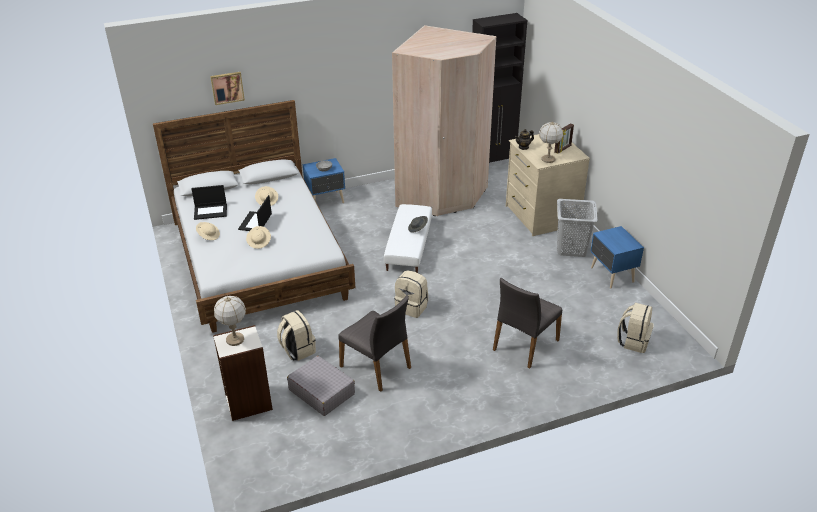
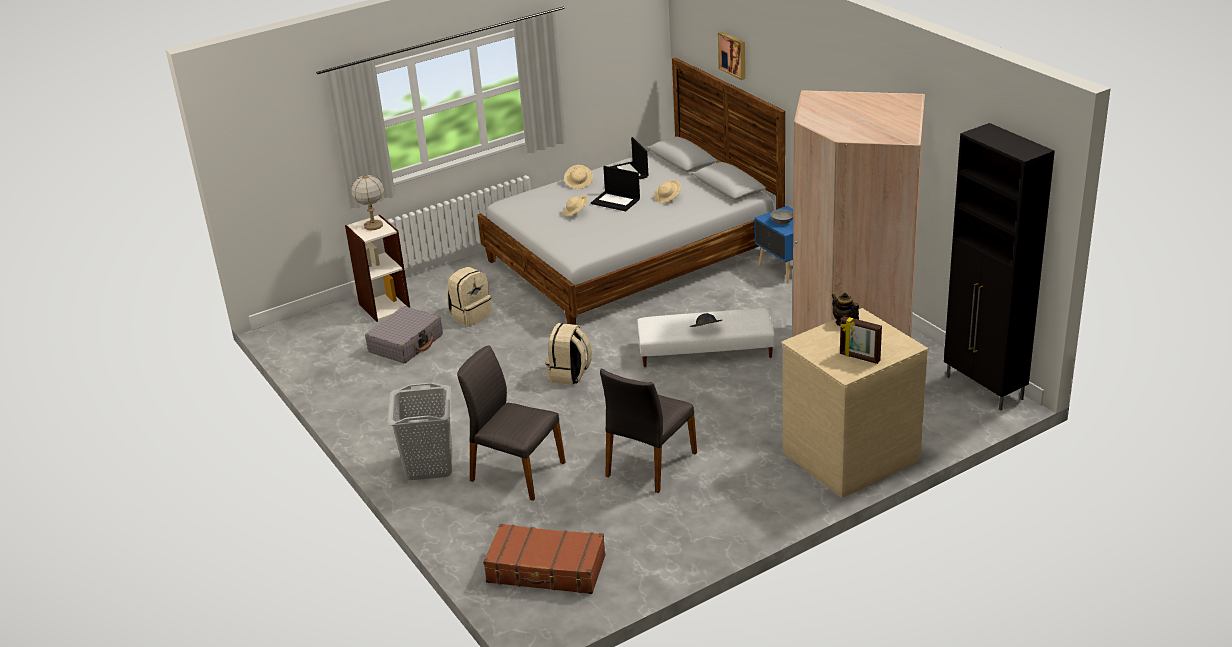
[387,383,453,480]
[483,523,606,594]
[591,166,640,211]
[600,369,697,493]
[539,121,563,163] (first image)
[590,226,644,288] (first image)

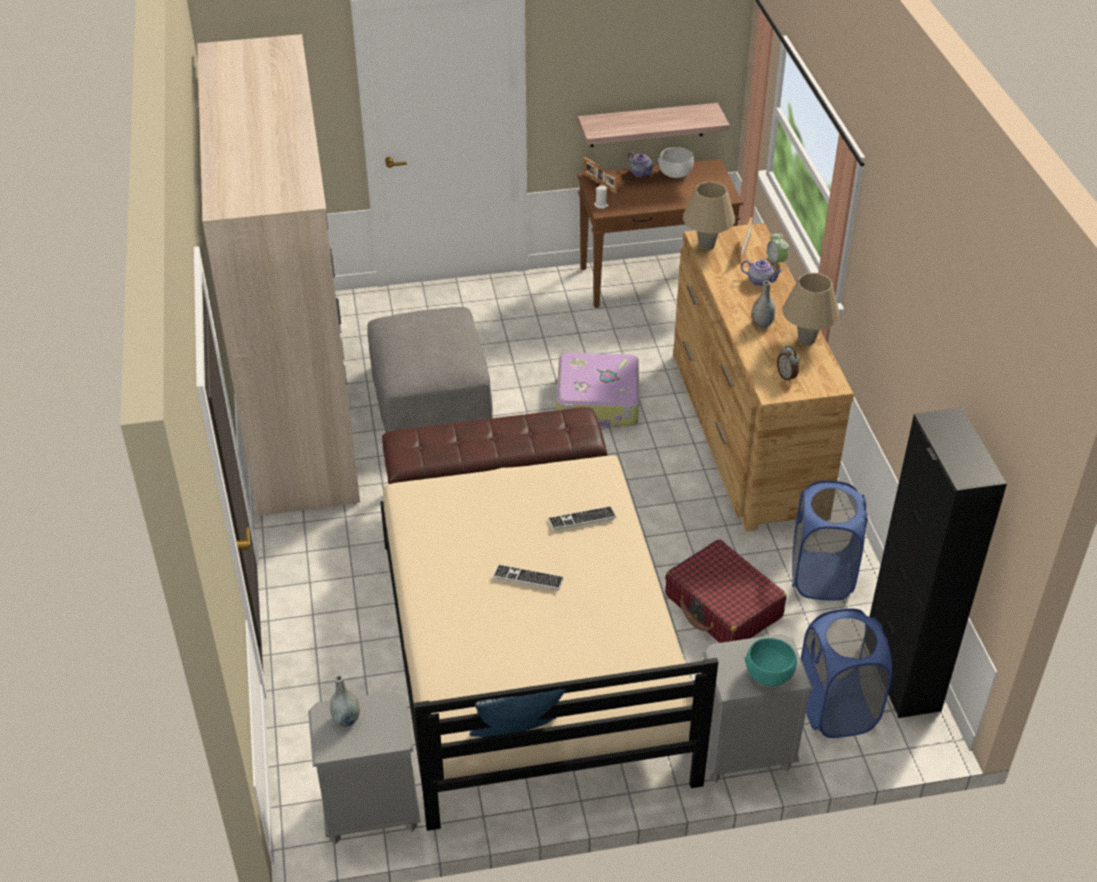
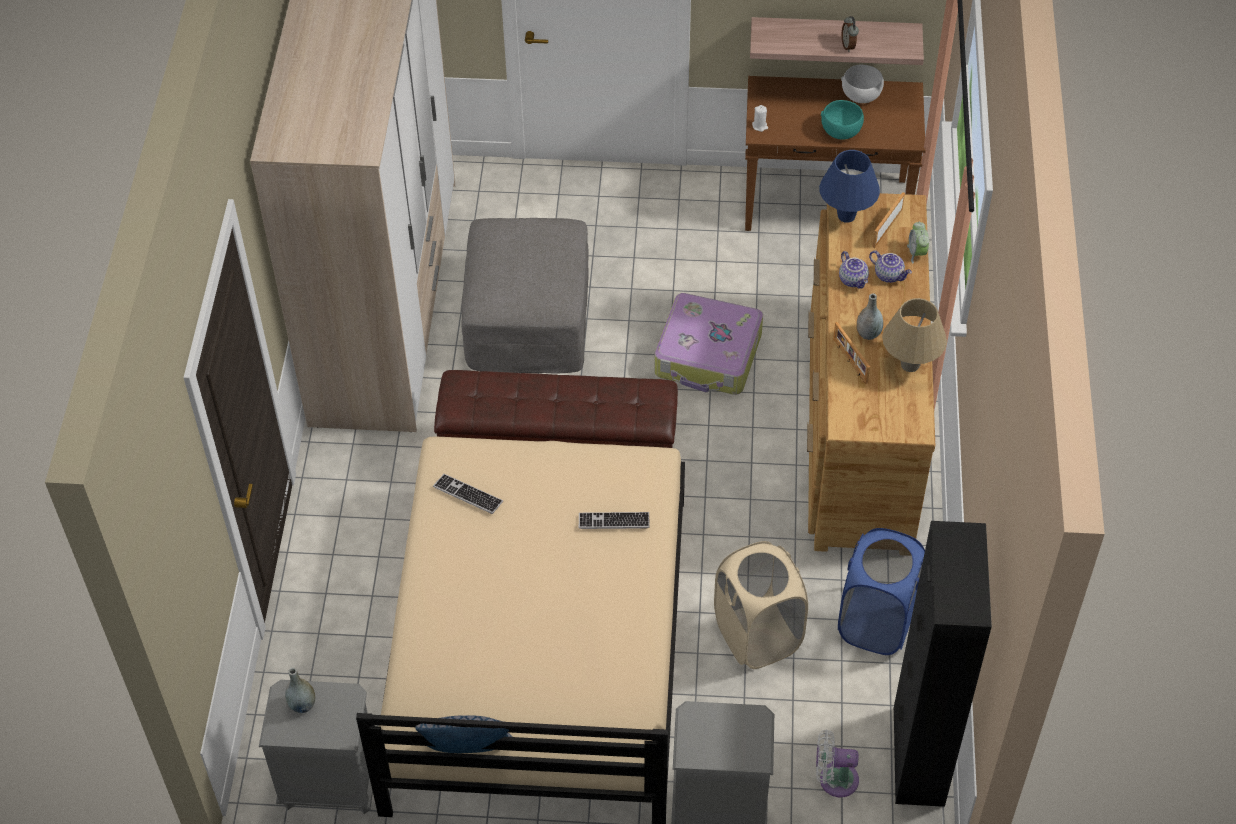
[433,474,503,514]
[714,541,808,669]
[816,730,859,797]
[819,150,880,223]
[821,100,864,140]
[833,322,870,384]
[839,251,869,289]
[842,16,859,52]

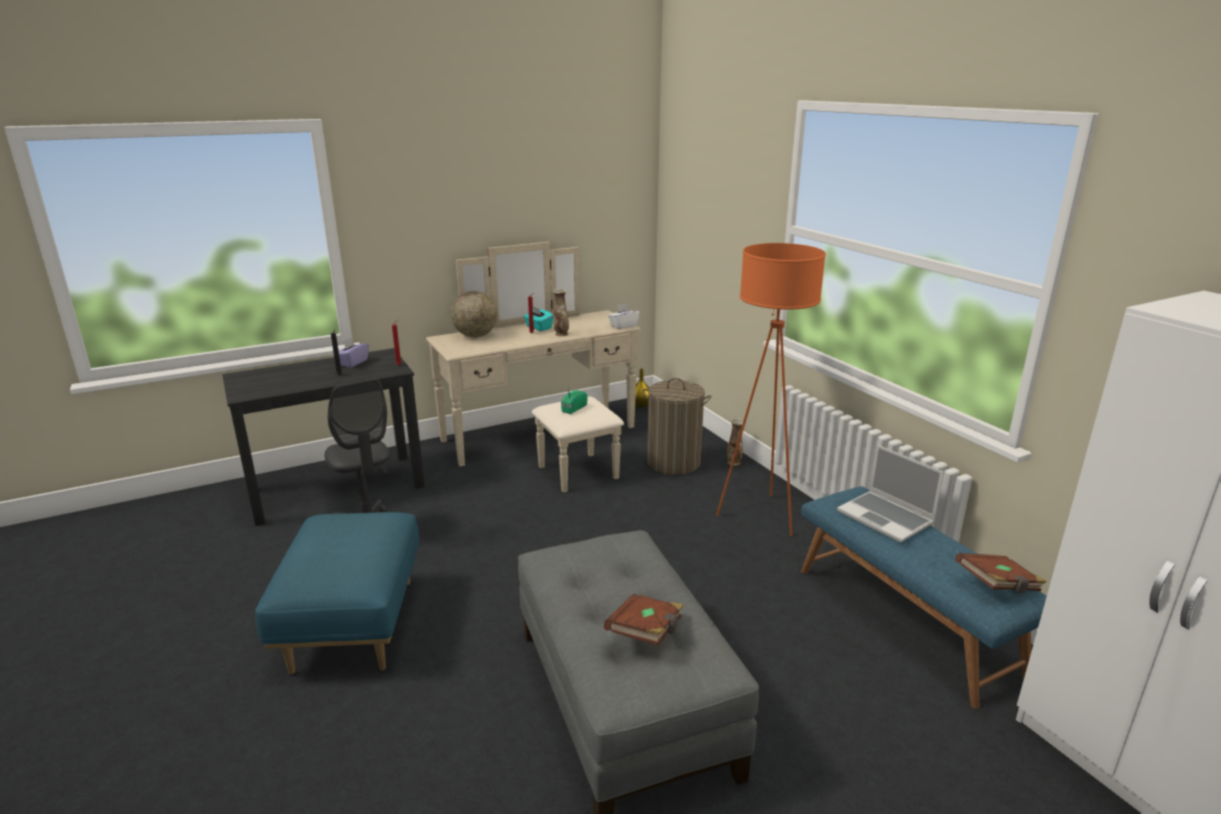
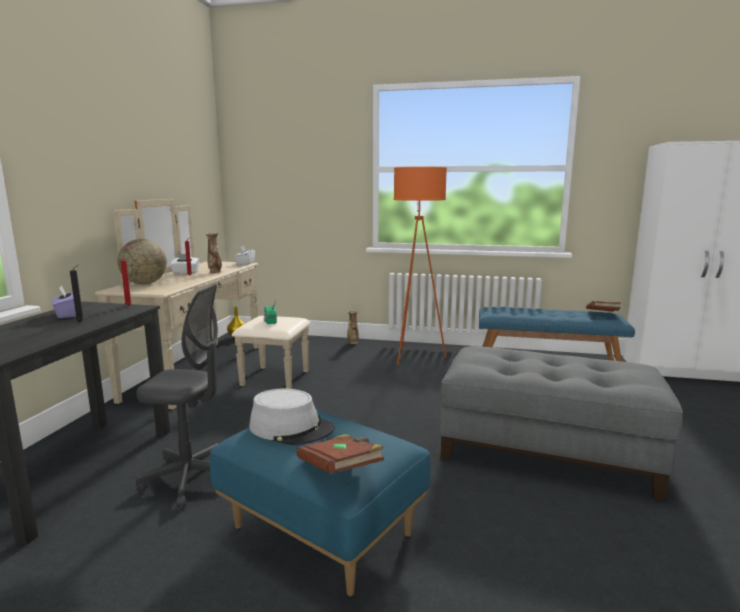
[170,254,199,274]
[249,389,335,445]
[296,434,384,474]
[642,378,712,475] (first image)
[837,445,944,542] (first image)

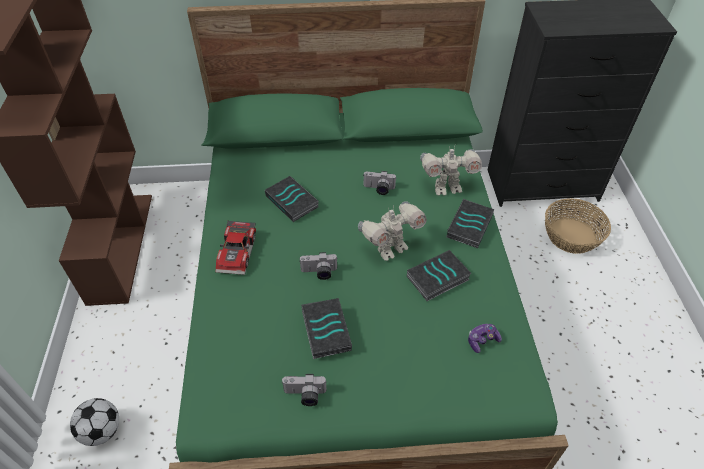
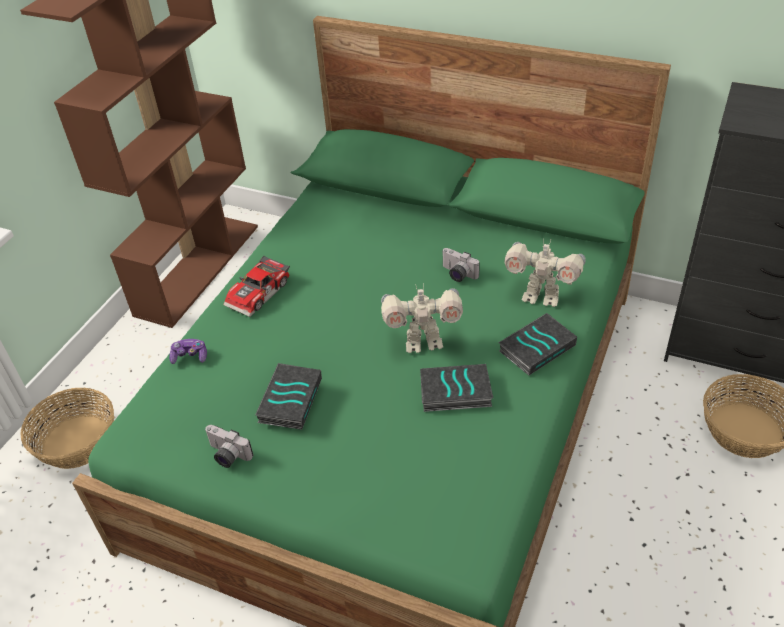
[20,388,114,469]
[169,339,207,364]
[265,176,319,222] (first image)
[300,252,338,280] (first image)

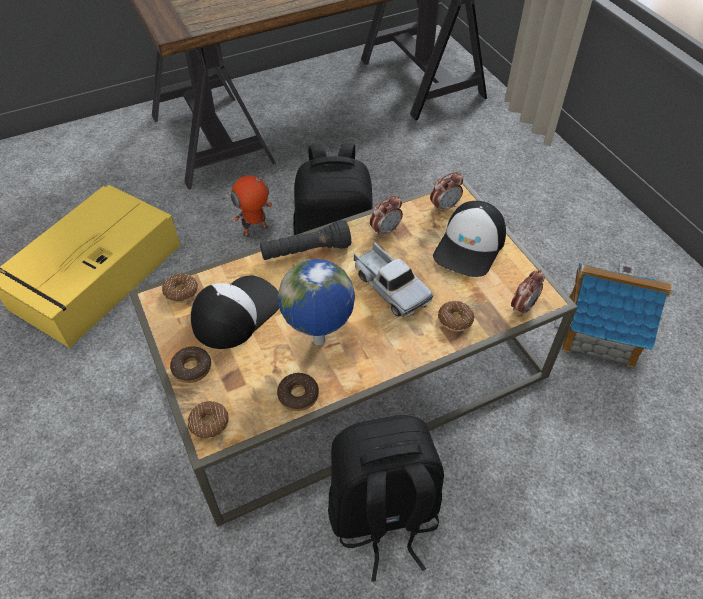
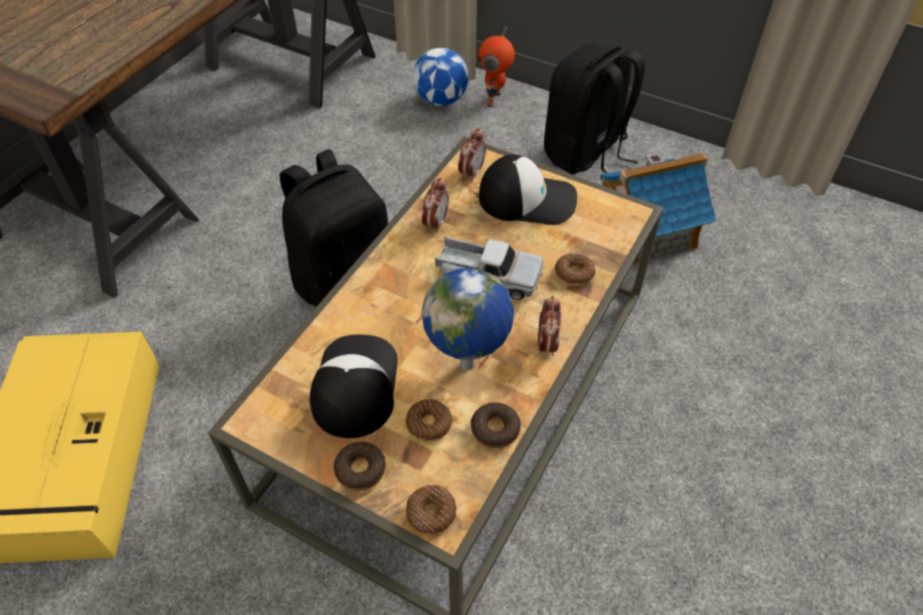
[405,399,453,442]
[413,48,469,106]
[478,26,515,108]
[479,154,577,225]
[538,296,561,356]
[544,43,645,175]
[260,220,351,260] (first image)

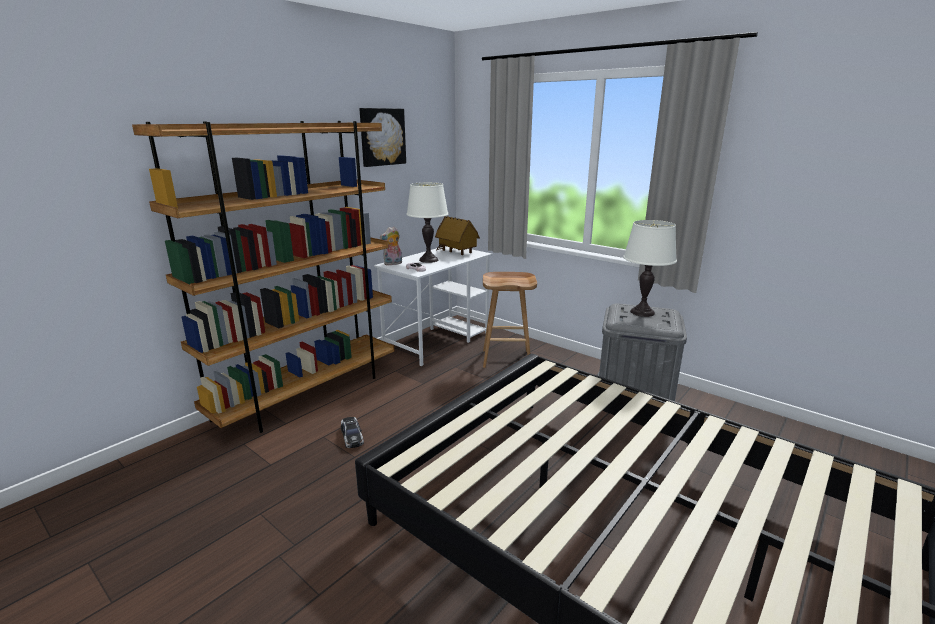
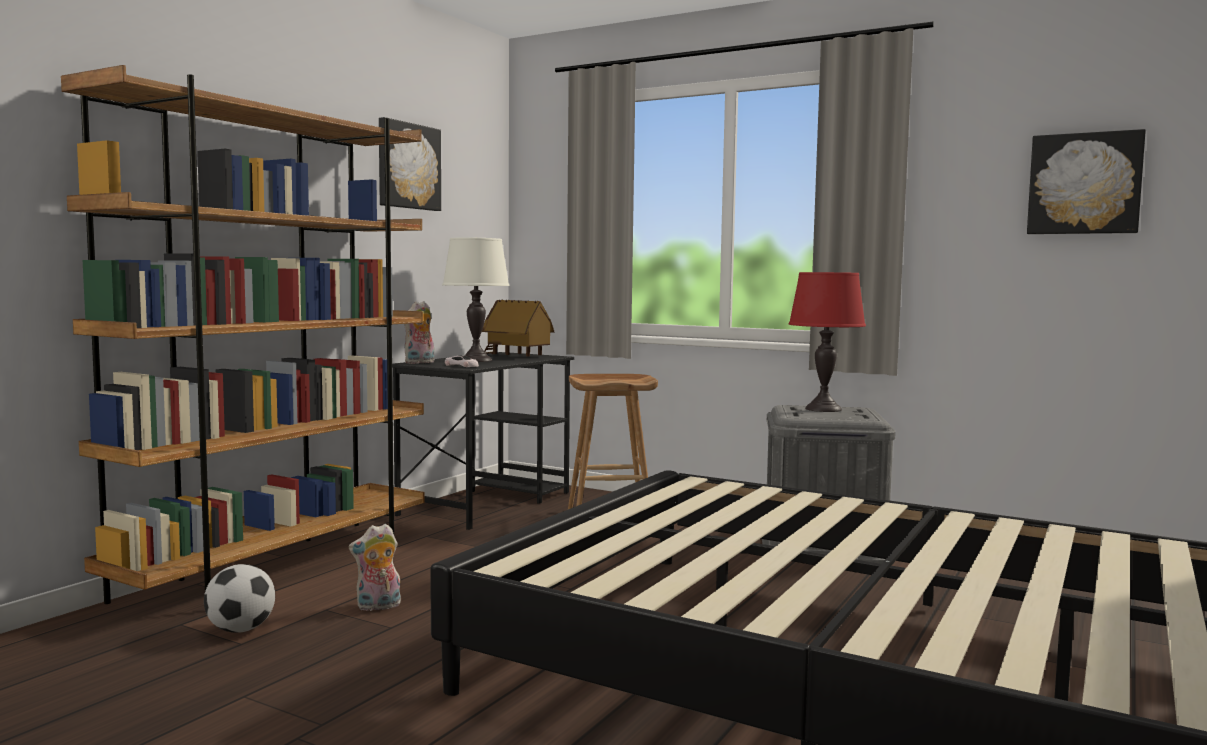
[204,564,275,633]
[349,524,401,611]
[392,352,574,530]
[789,272,866,412]
[1027,129,1146,234]

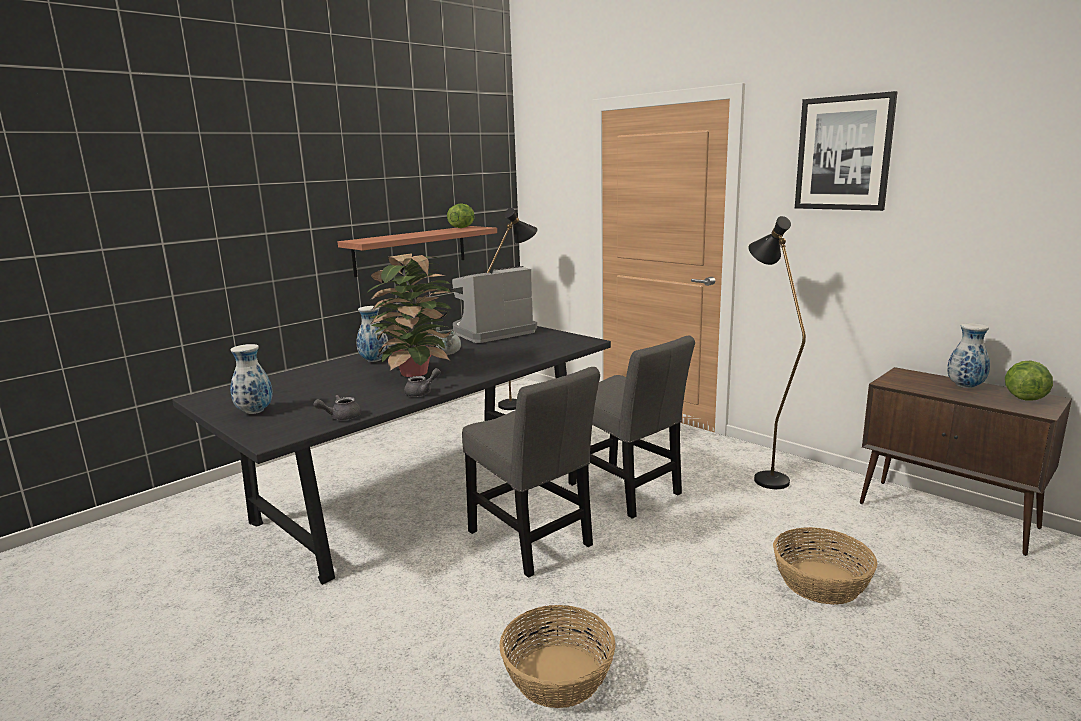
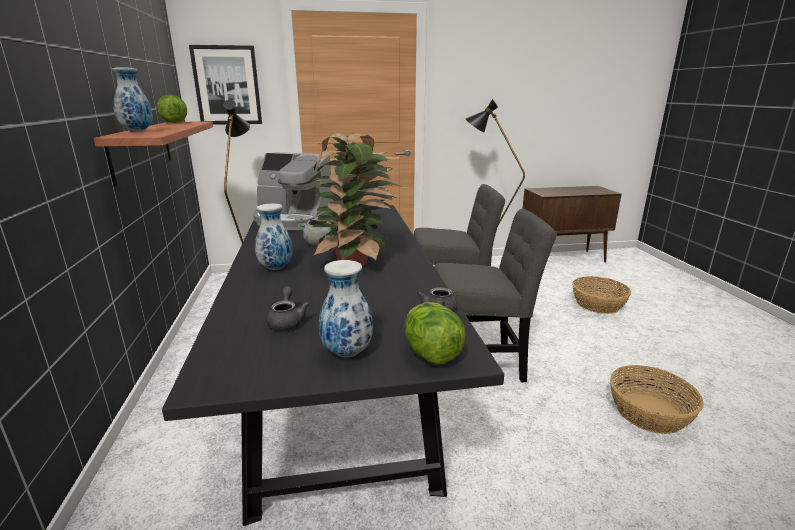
[111,67,153,132]
[189,45,262,125]
[253,152,333,231]
[267,286,310,331]
[404,302,466,365]

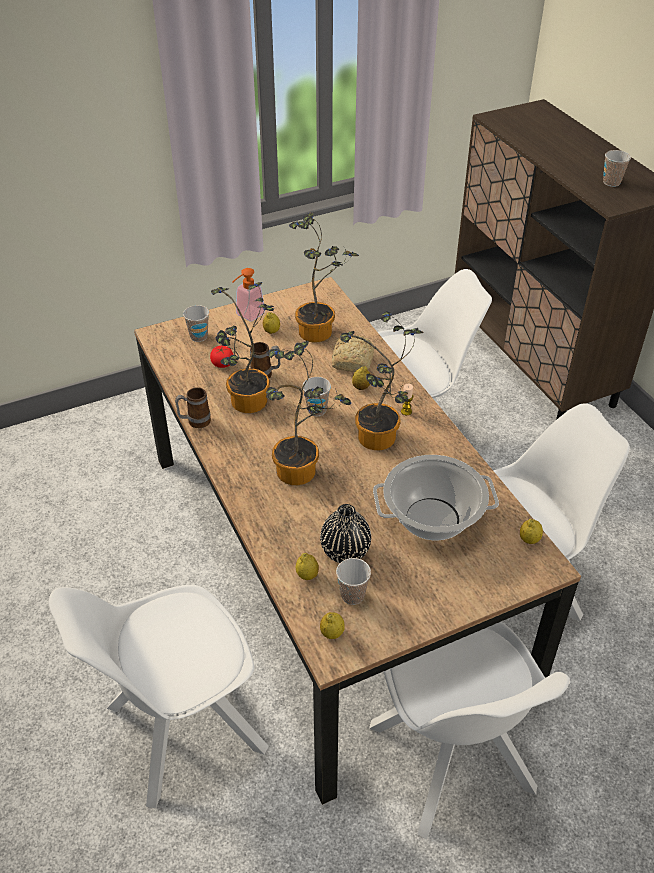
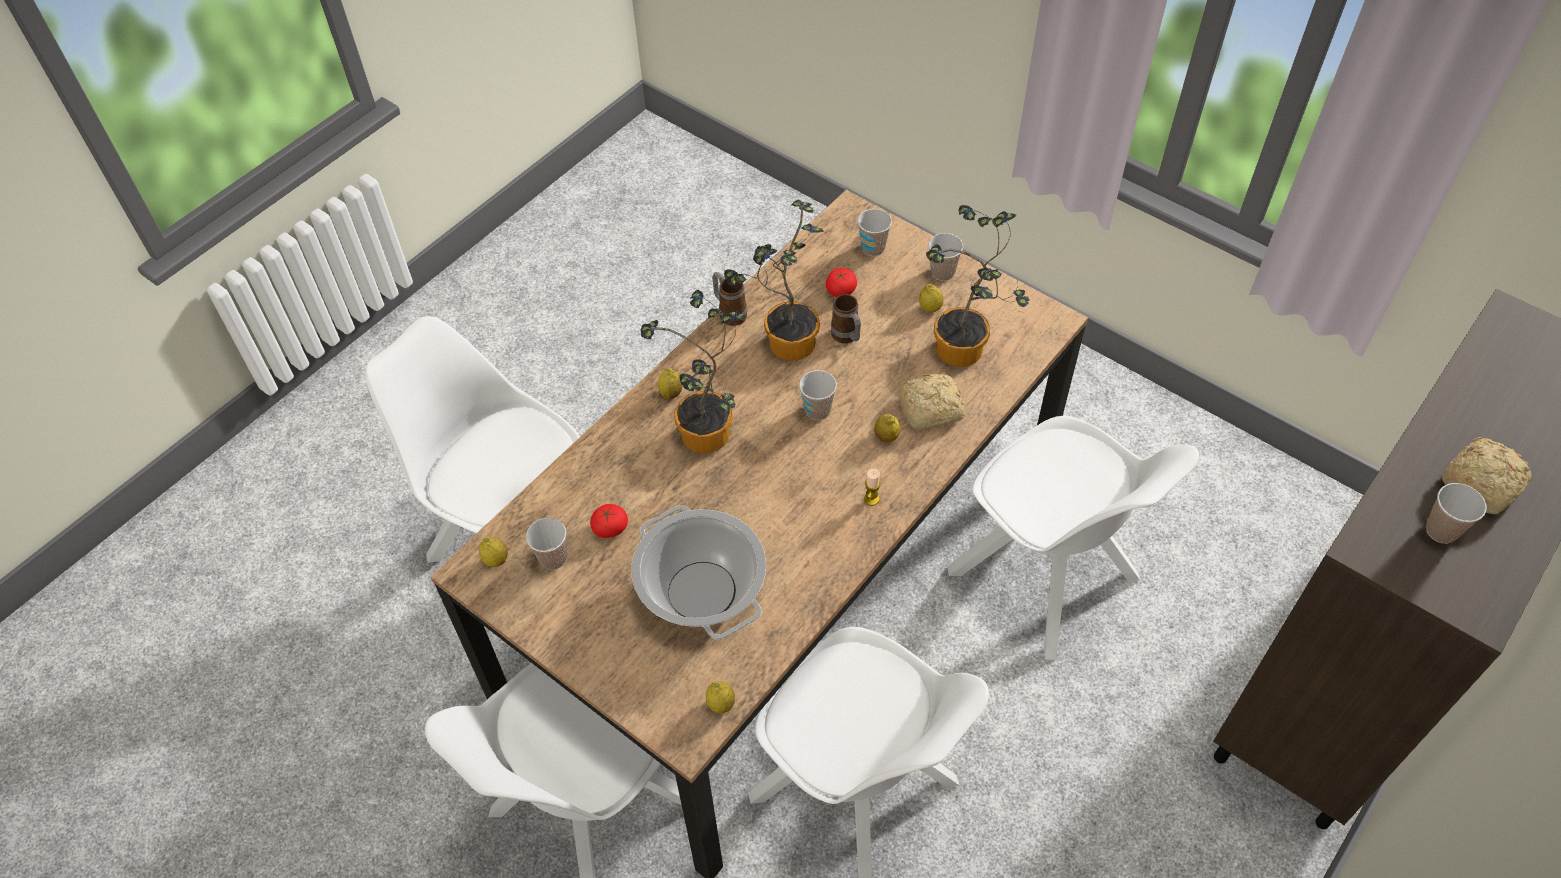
[590,504,628,538]
[658,368,682,399]
[929,233,963,281]
[1442,437,1532,514]
[340,311,424,450] (first image)

